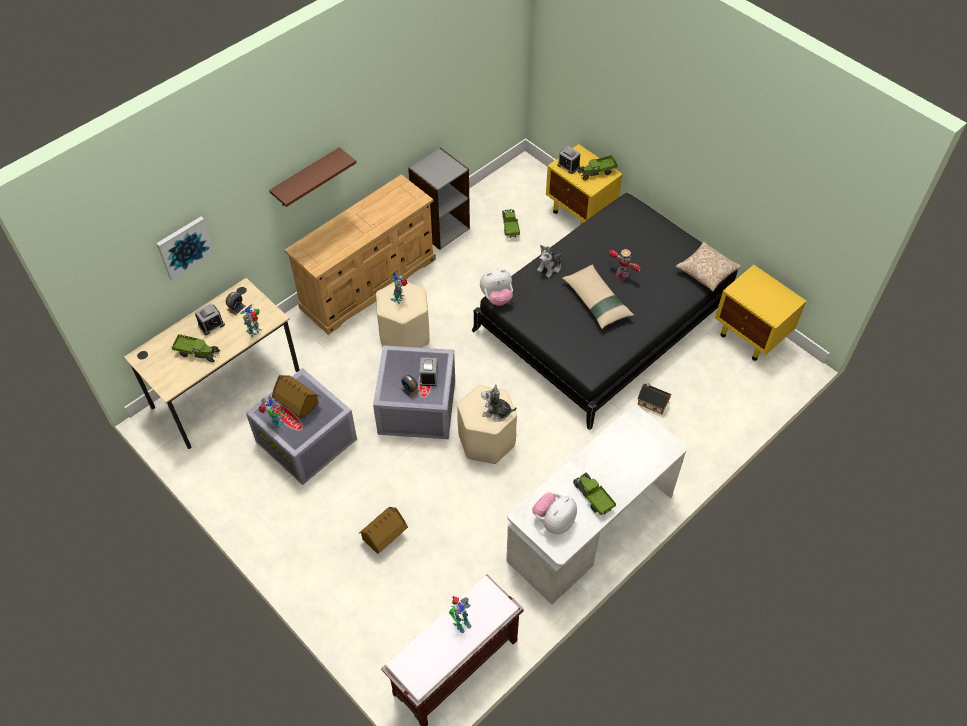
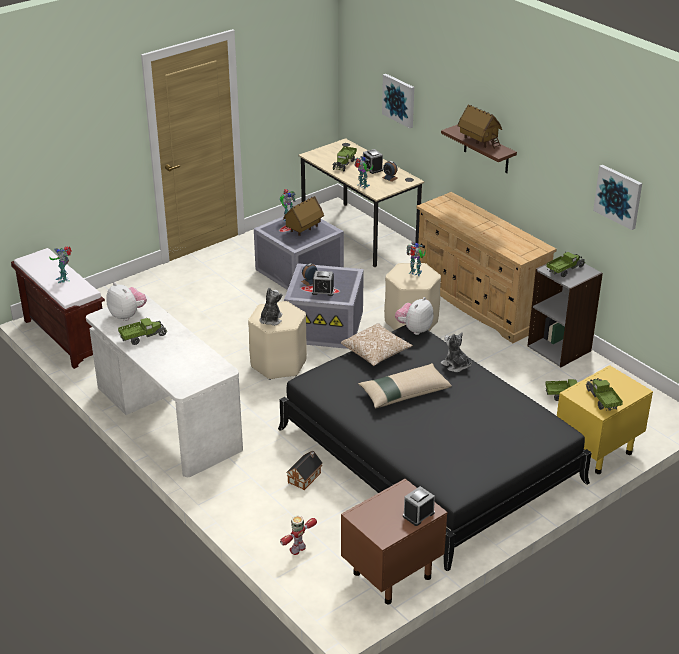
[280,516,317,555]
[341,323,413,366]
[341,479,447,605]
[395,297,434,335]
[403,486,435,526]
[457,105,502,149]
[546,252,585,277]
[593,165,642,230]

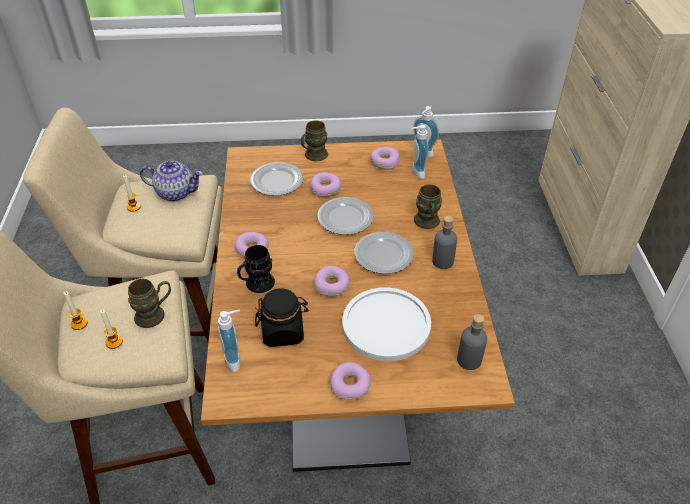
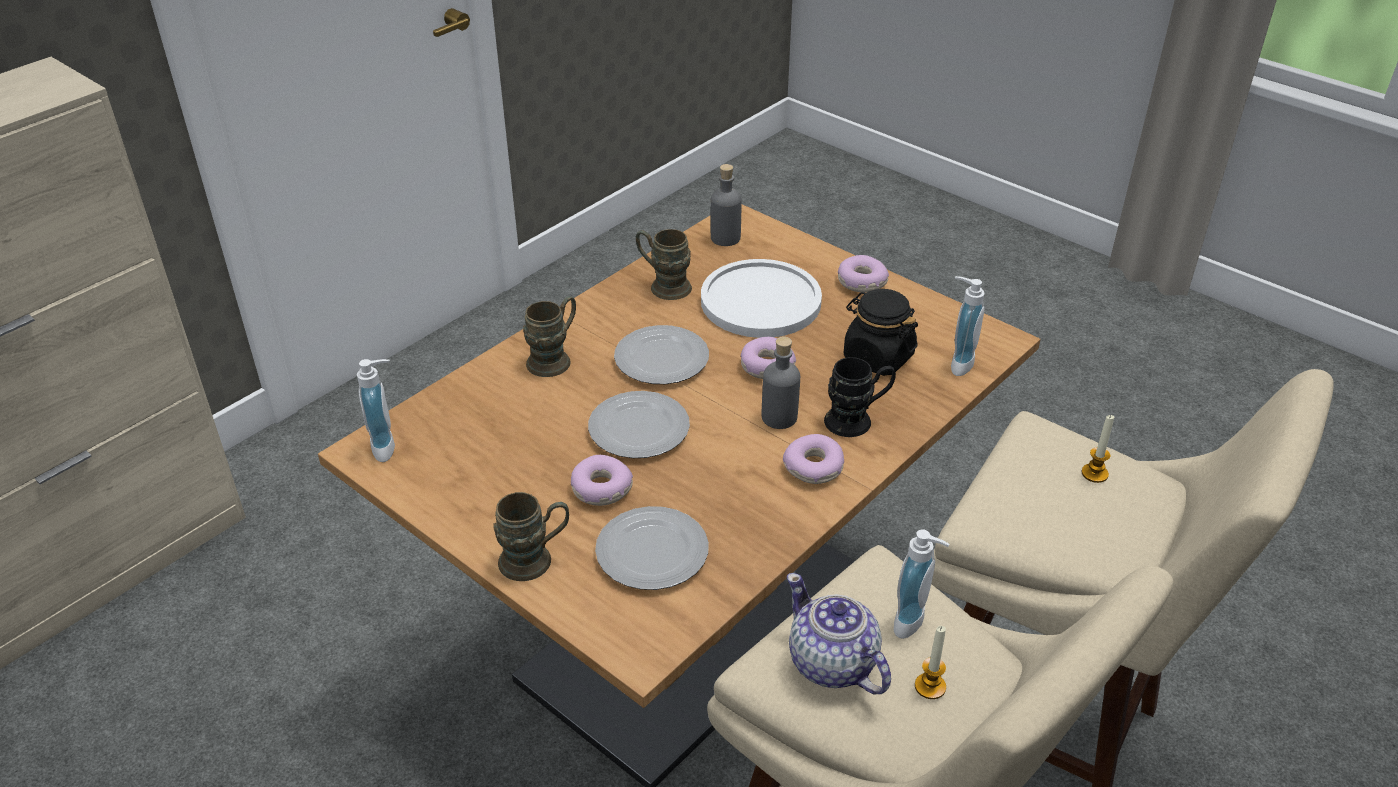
[636,229,692,300]
[762,336,800,429]
[894,529,950,639]
[64,291,88,330] (first image)
[370,147,399,170] (first image)

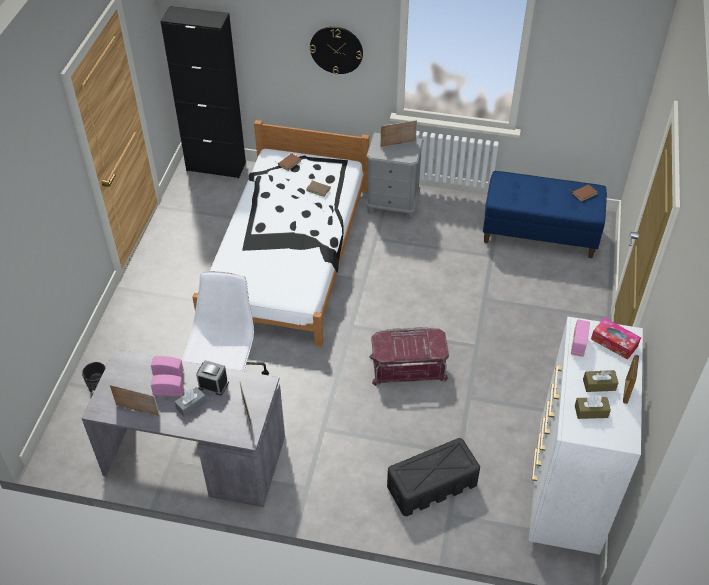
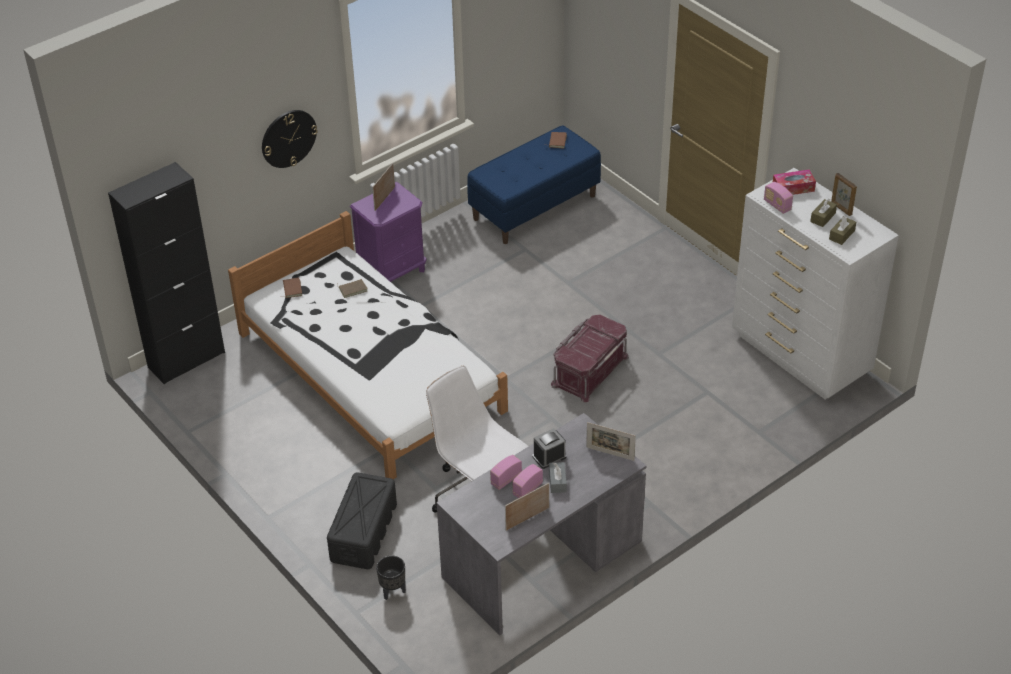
[327,472,397,569]
[350,182,426,282]

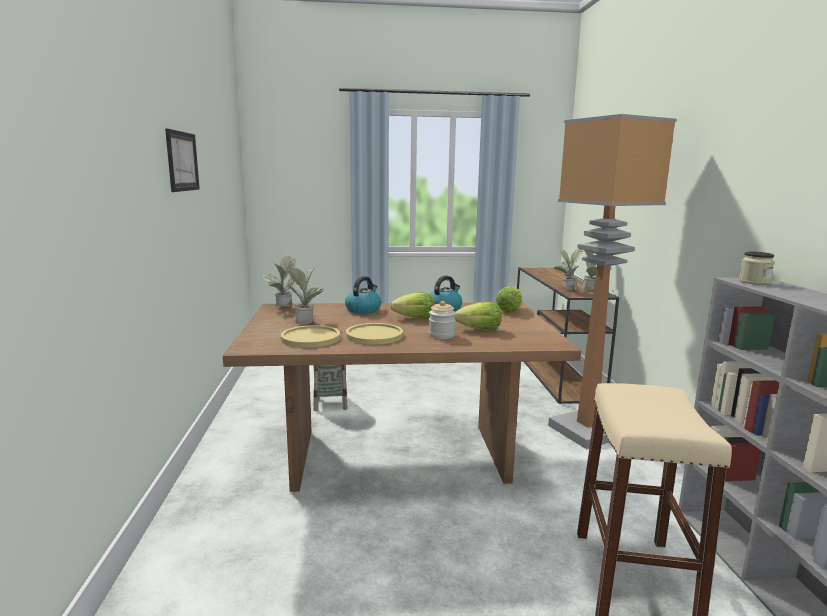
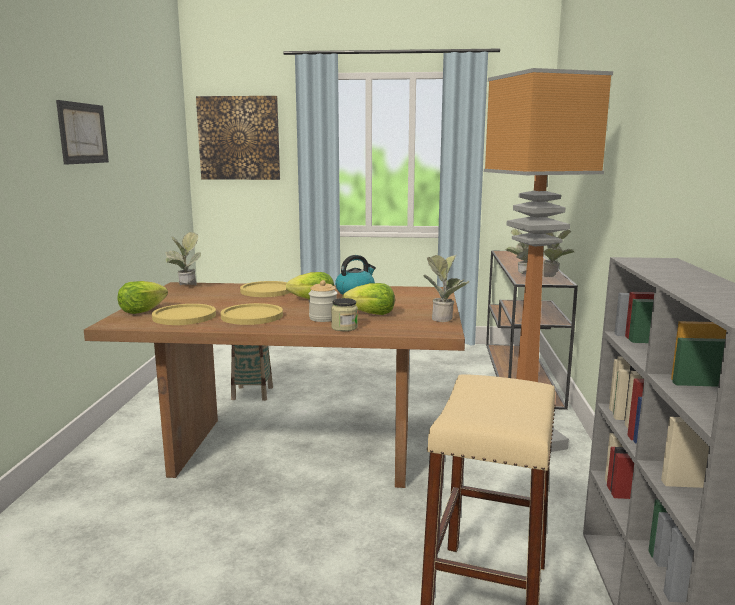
[118,281,168,314]
[196,96,280,180]
[240,281,291,297]
[331,298,358,331]
[424,254,469,322]

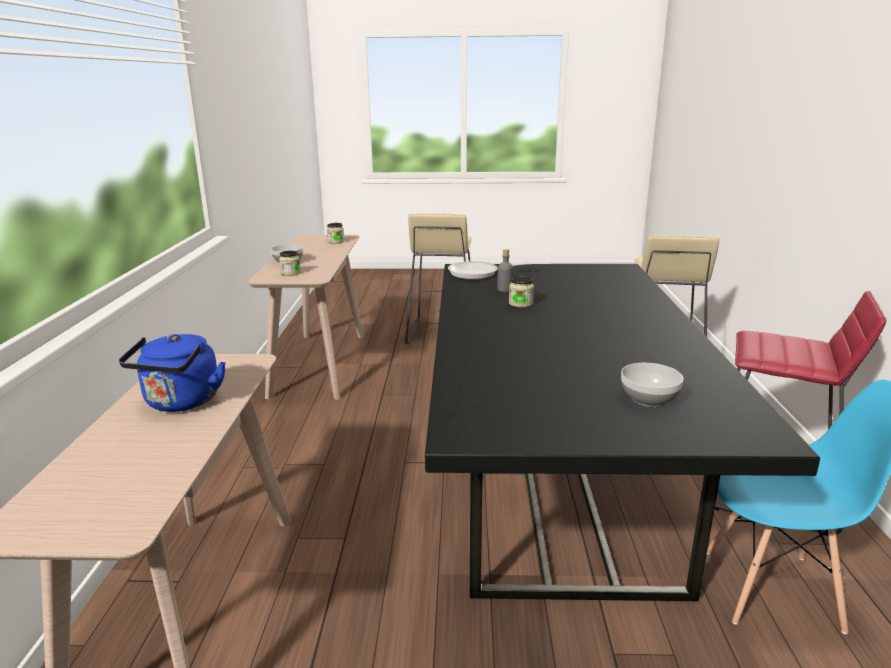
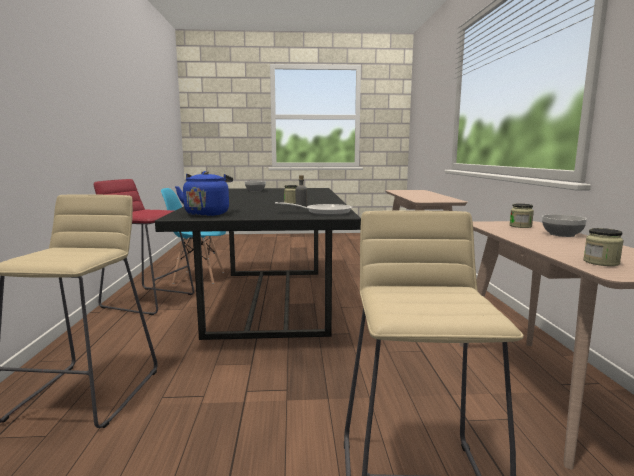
[175,171,233,216]

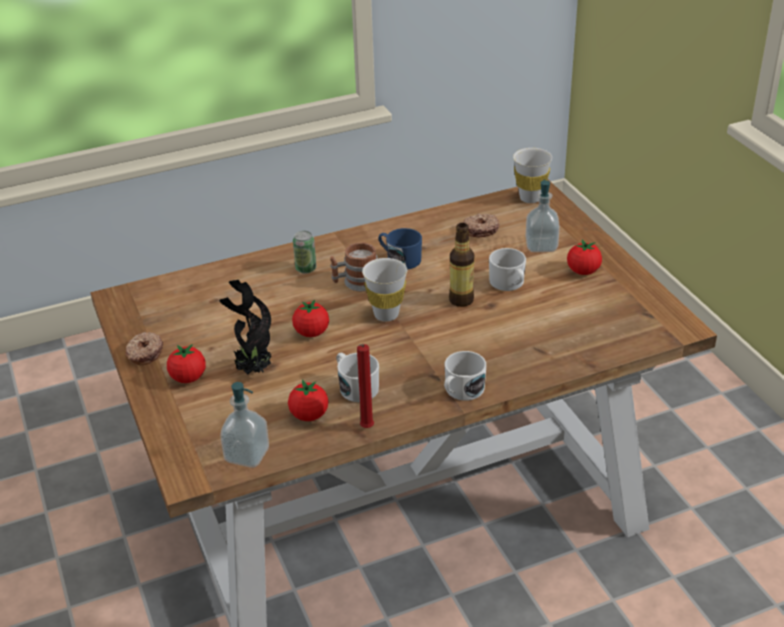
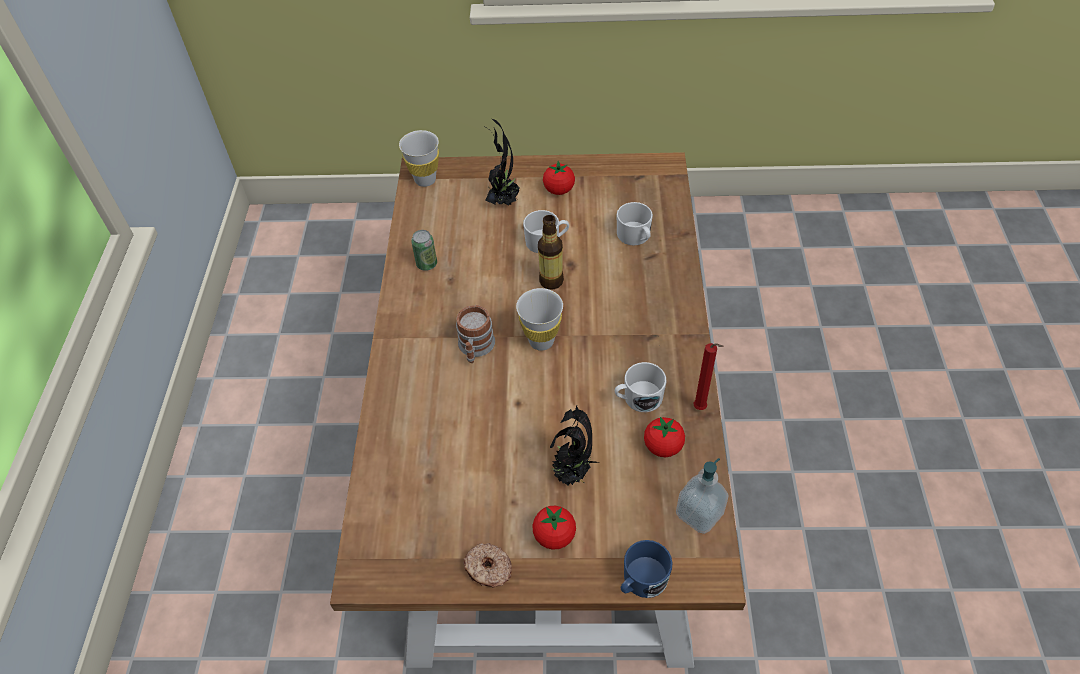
[411,230,437,271]
[484,119,520,206]
[617,202,653,245]
[621,540,673,598]
[292,300,329,337] (first image)
[463,213,500,238] (first image)

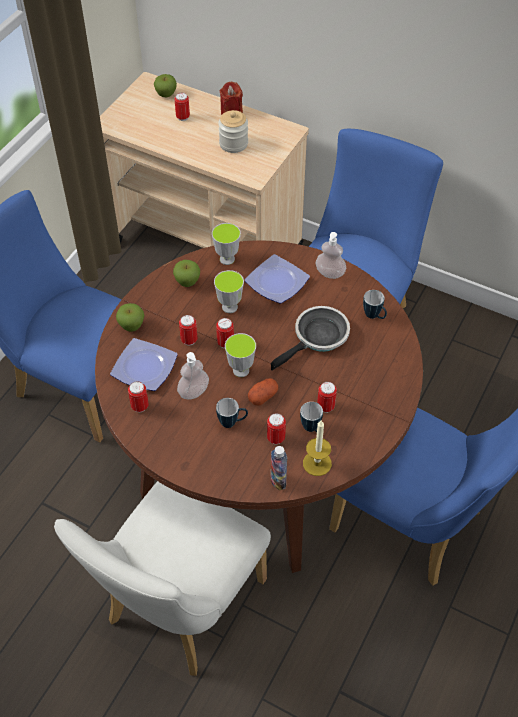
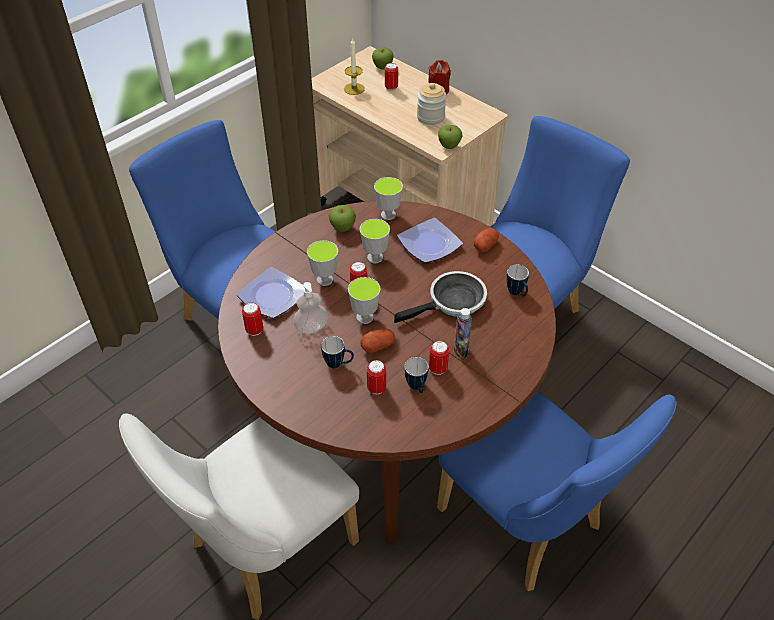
[307,240,338,286]
[344,37,365,95]
[438,125,462,149]
[454,308,472,358]
[474,228,499,252]

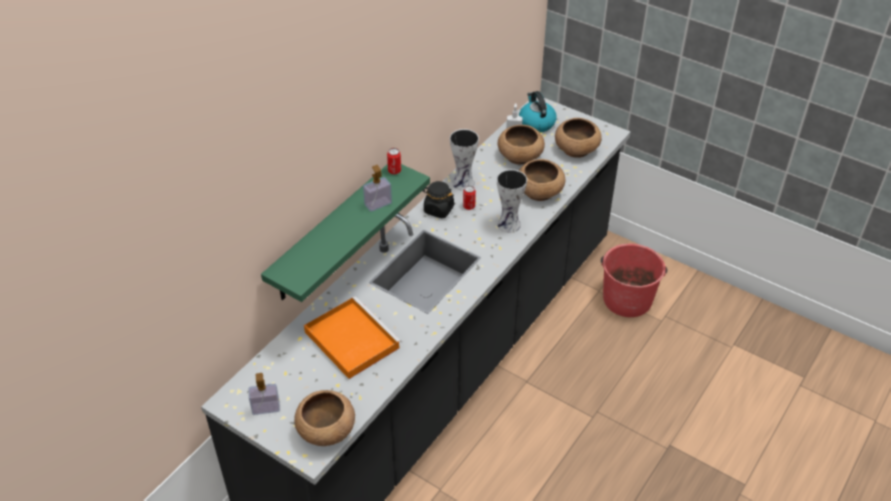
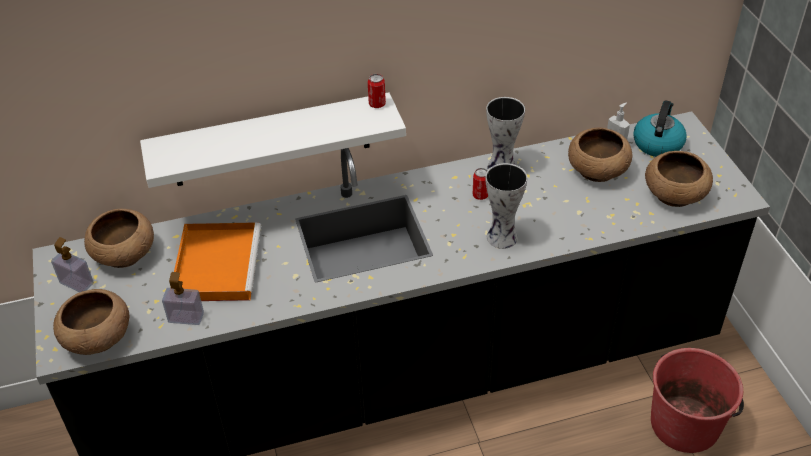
[84,209,154,268]
[140,92,406,188]
[162,272,204,325]
[423,181,455,218] (first image)

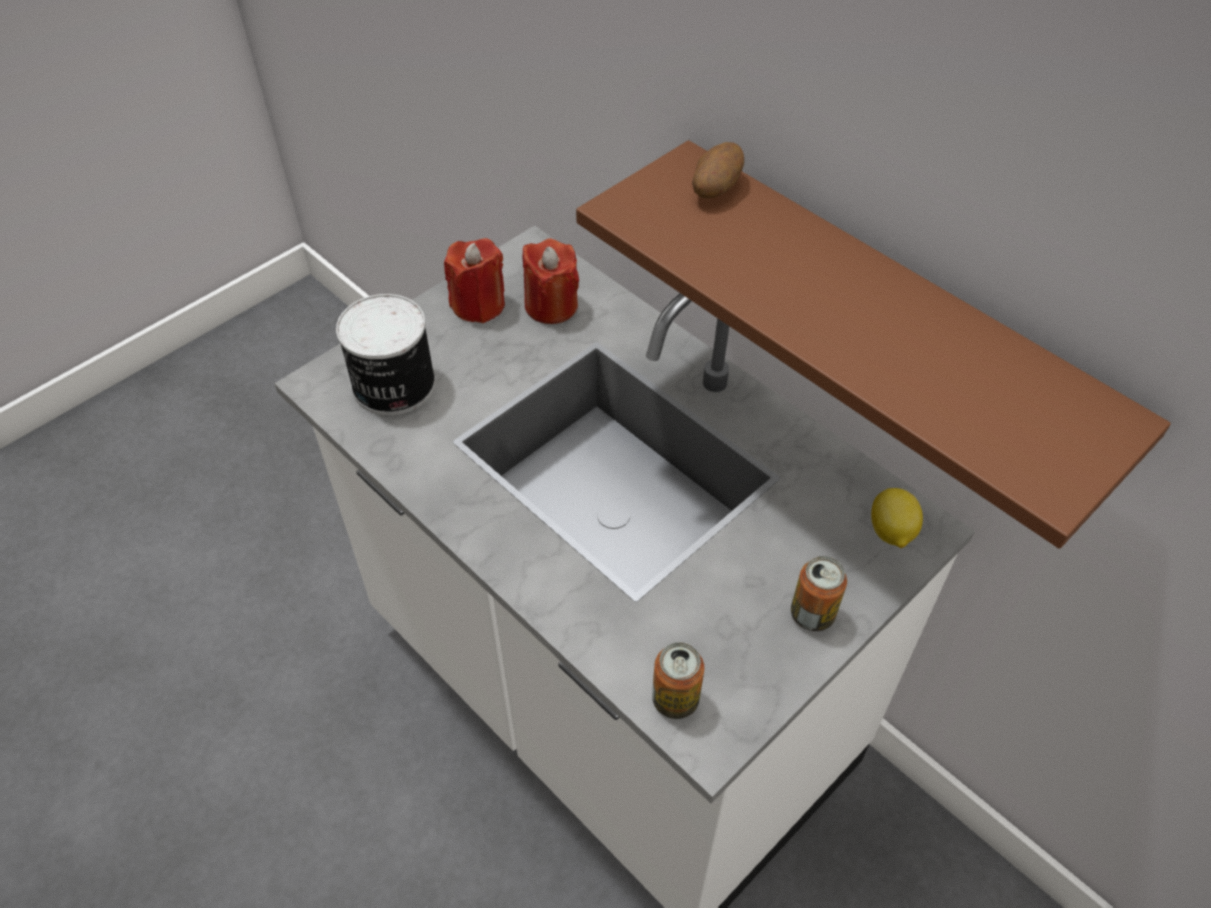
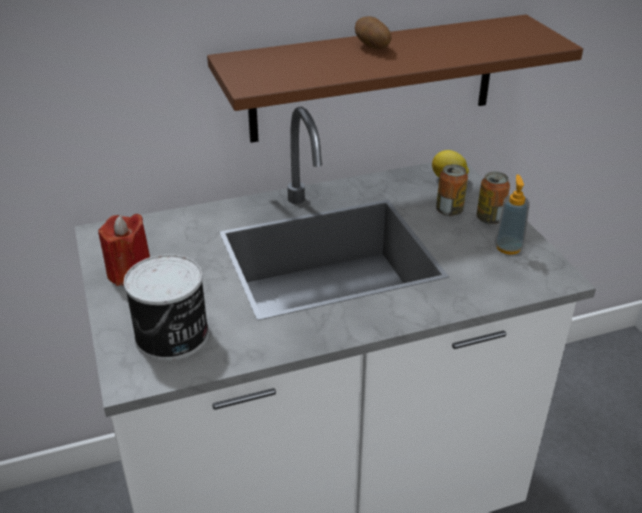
[355,16,391,49]
[436,164,468,216]
[495,175,530,255]
[522,239,579,324] (first image)

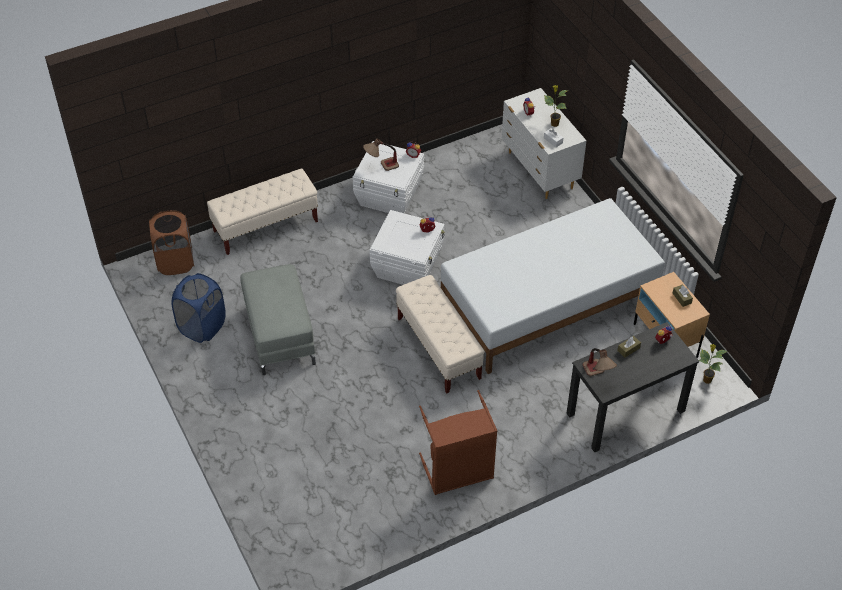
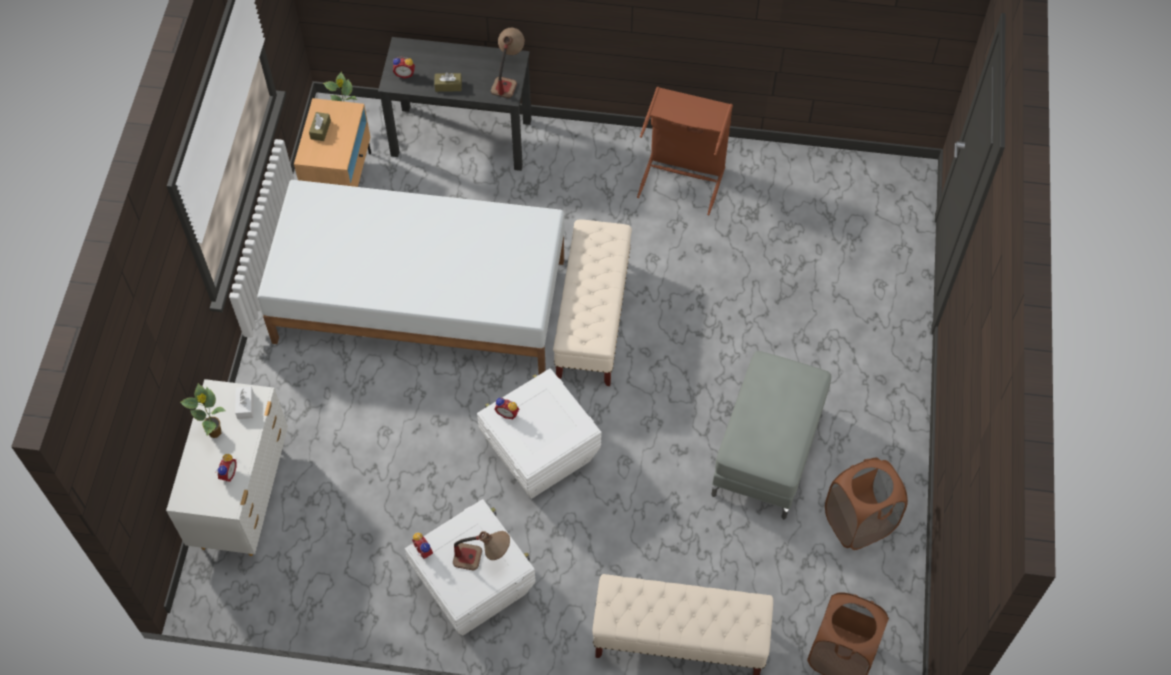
[825,458,908,550]

